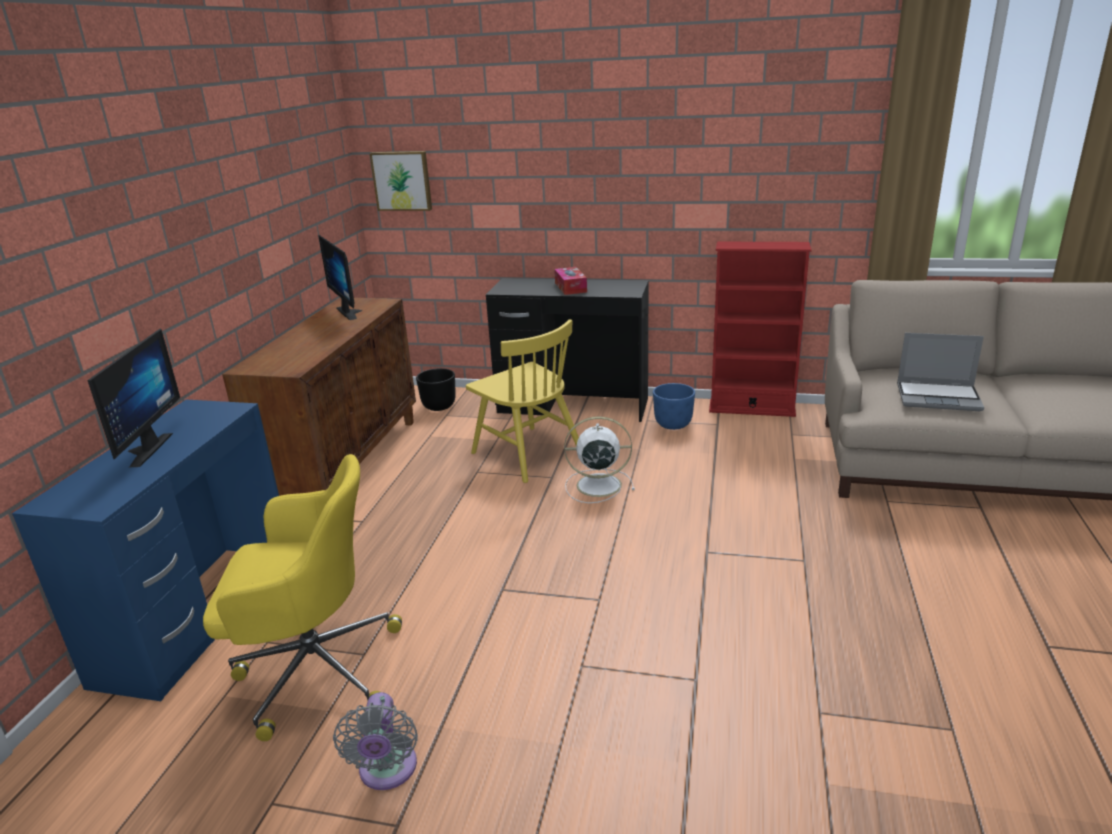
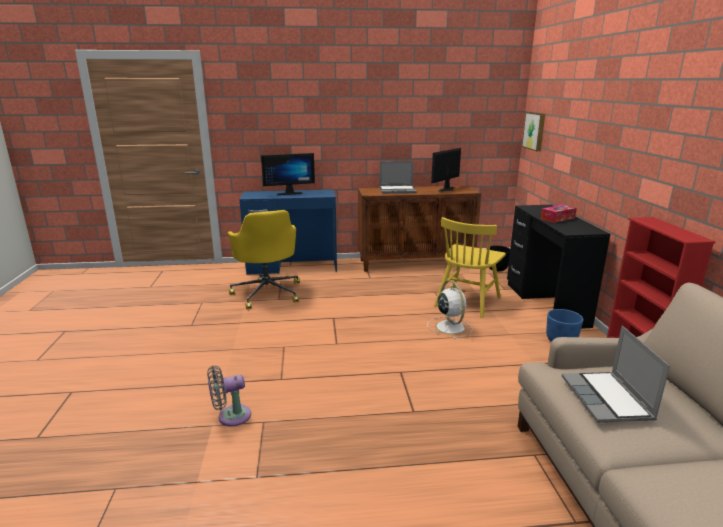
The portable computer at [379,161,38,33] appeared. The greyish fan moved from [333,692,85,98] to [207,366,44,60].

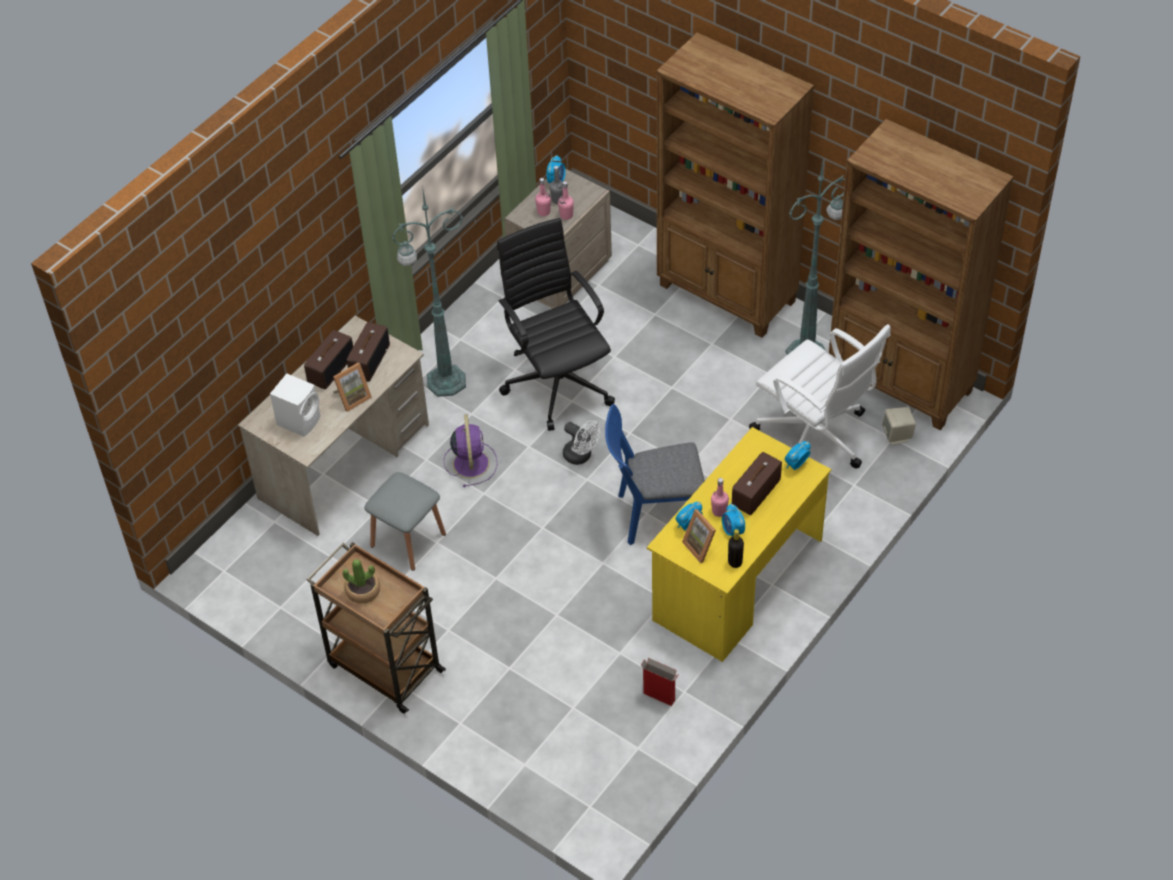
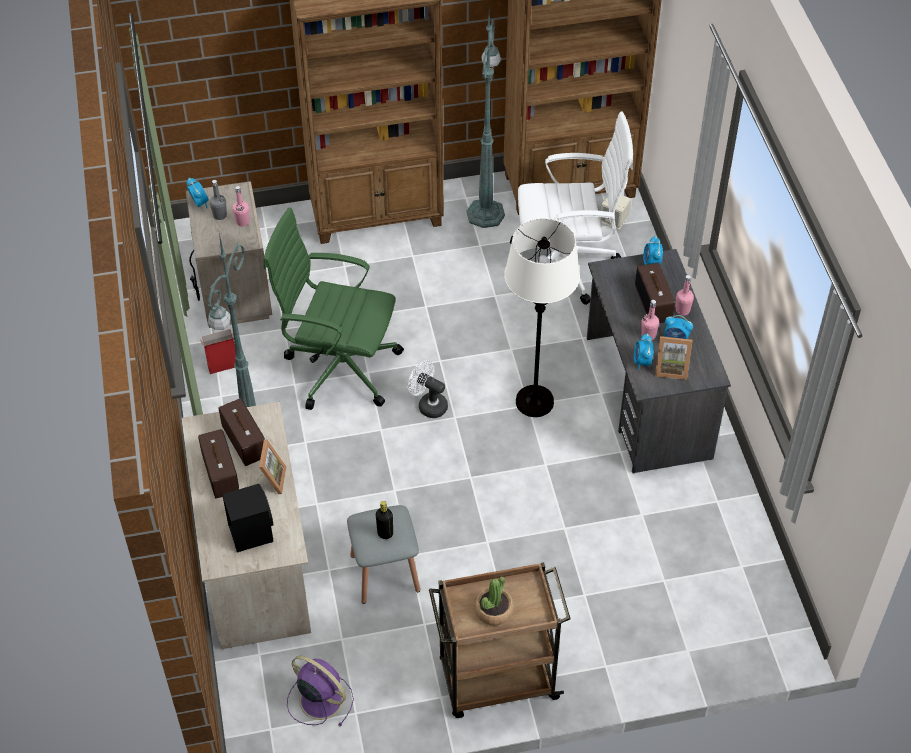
The purple fan moved from [443,414,54,73] to [287,656,67,71]. The pinkish bottle moved from [535,178,16,38] to [676,275,18,41]. The cardboard box moved from [641,658,38,48] to [200,329,35,45]. The blackish bottle moved from [728,529,16,39] to [376,501,17,38]. The blue-coloured plain chair at [605,404,100,141] was replaced by the whitish standing lamp at [504,218,76,199]. The whitish audio speaker at [270,373,51,64] became the blackish audio speaker at [222,484,51,68]. The blackish office chair at [497,218,118,213] became the green-coloured office chair at [263,208,141,202]. The yellow-coloured desk at [647,427,184,235] became the greyish desk at [587,249,144,224]. The whitish fan at [563,421,37,44] turned 135 degrees counterclockwise.

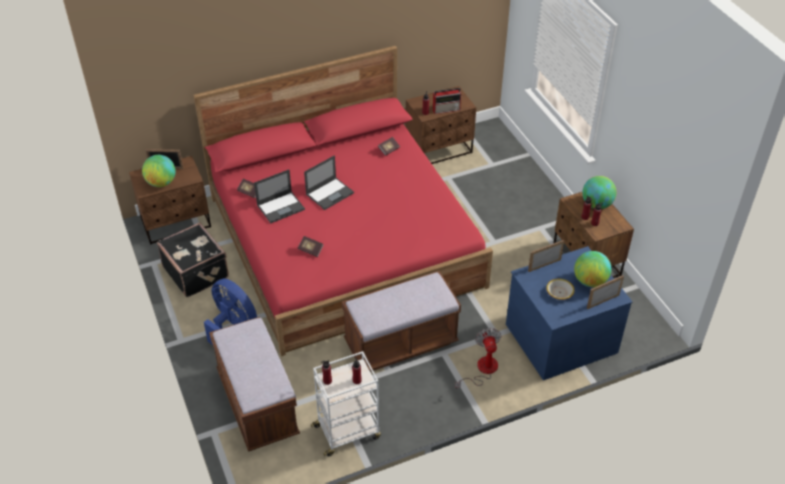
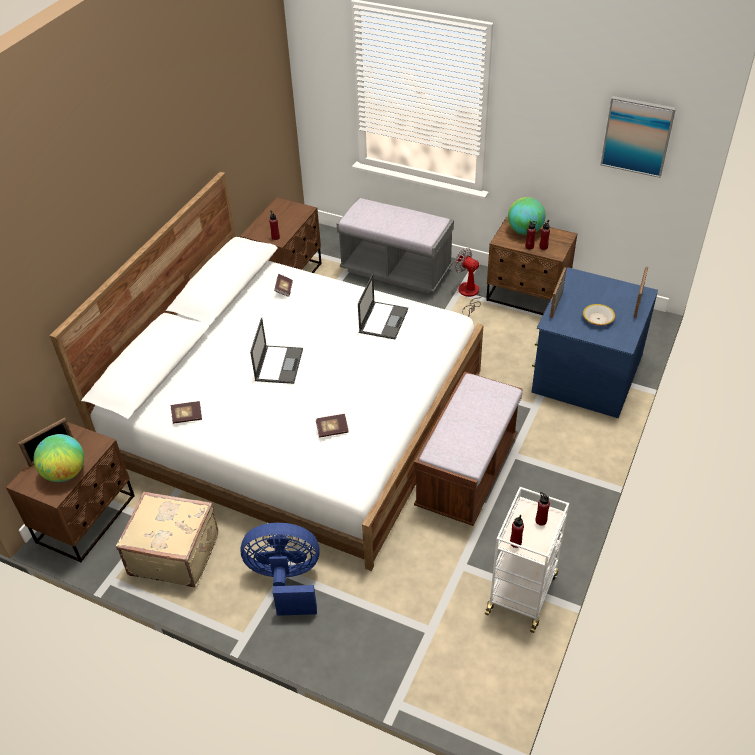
The brown long seat at [209,317,91,135] disappeared. The radio at [433,88,29,26] disappeared. The globe at [574,251,38,36] disappeared. The greyish long seat at [337,197,117,97] appeared. The picture at [601,96,75,82] appeared. The portable computer moved from [254,169,51,54] to [358,274,50,65]. The fan moved from [455,328,46,62] to [454,248,28,69]. The blackish travel case at [157,223,72,74] became the sand-coloured travel case at [116,491,102,96]. The red-coloured bed at [193,46,300,310] became the whitish bed at [50,172,434,399].

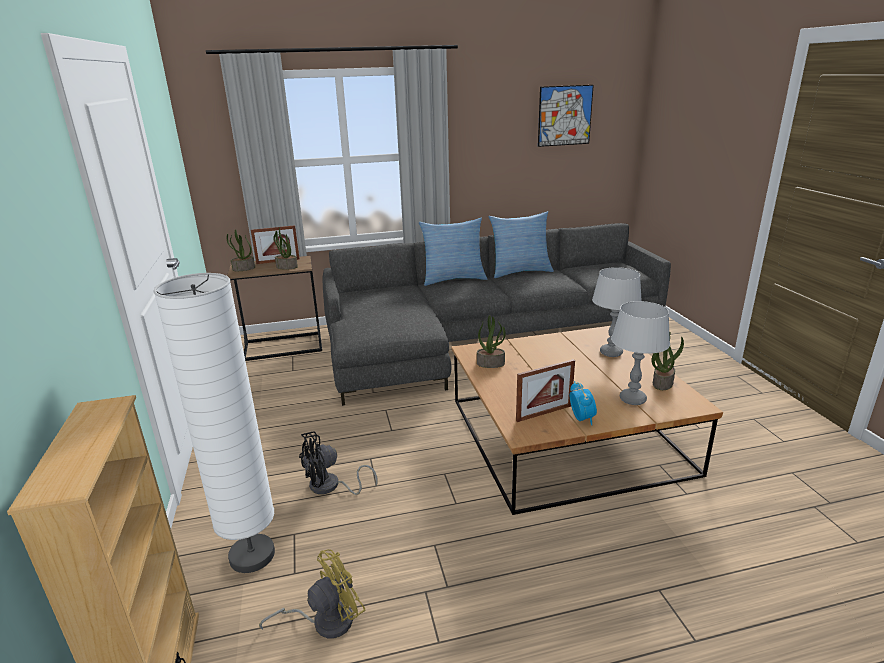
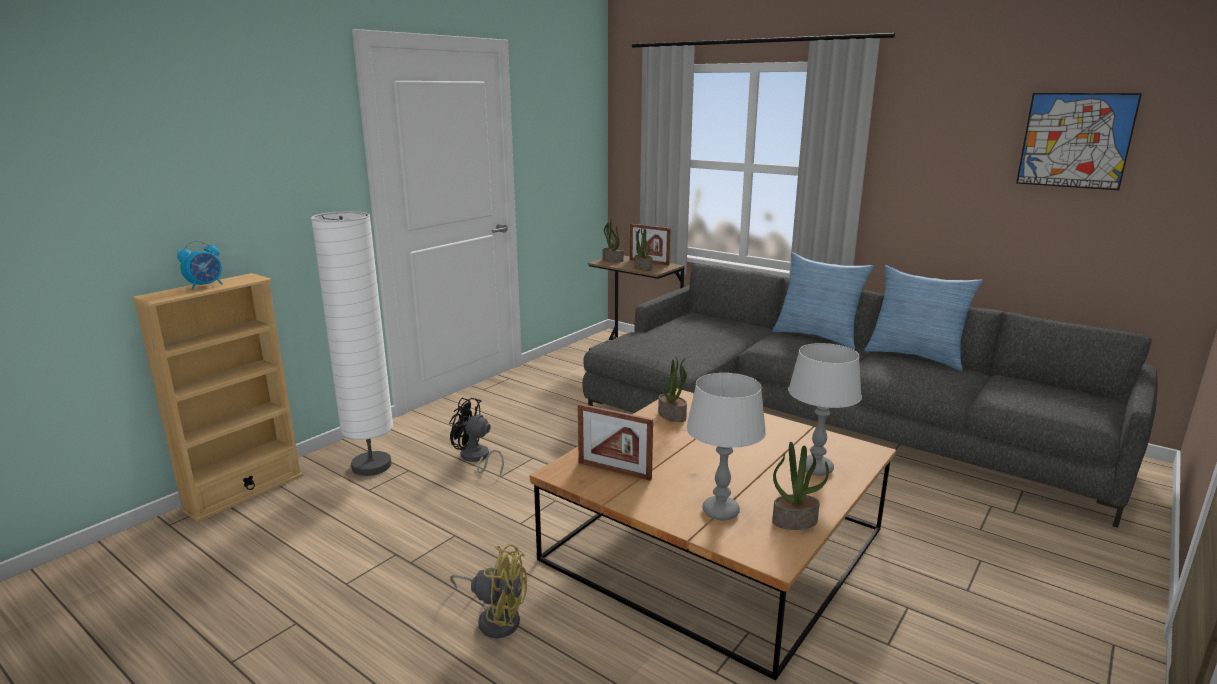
The yellow-coloured fan moved from [259,549,107,90] to [450,544,77,94]. The bedside clock moved from [570,381,27,44] to [177,240,45,50].

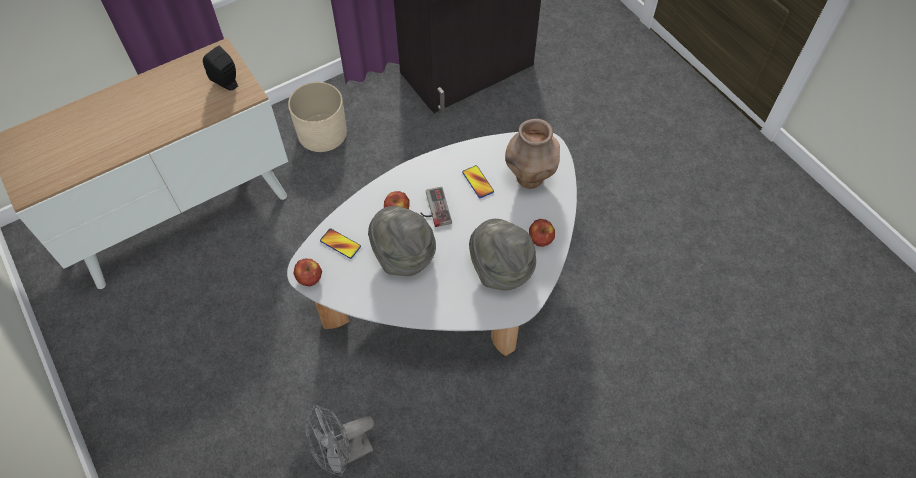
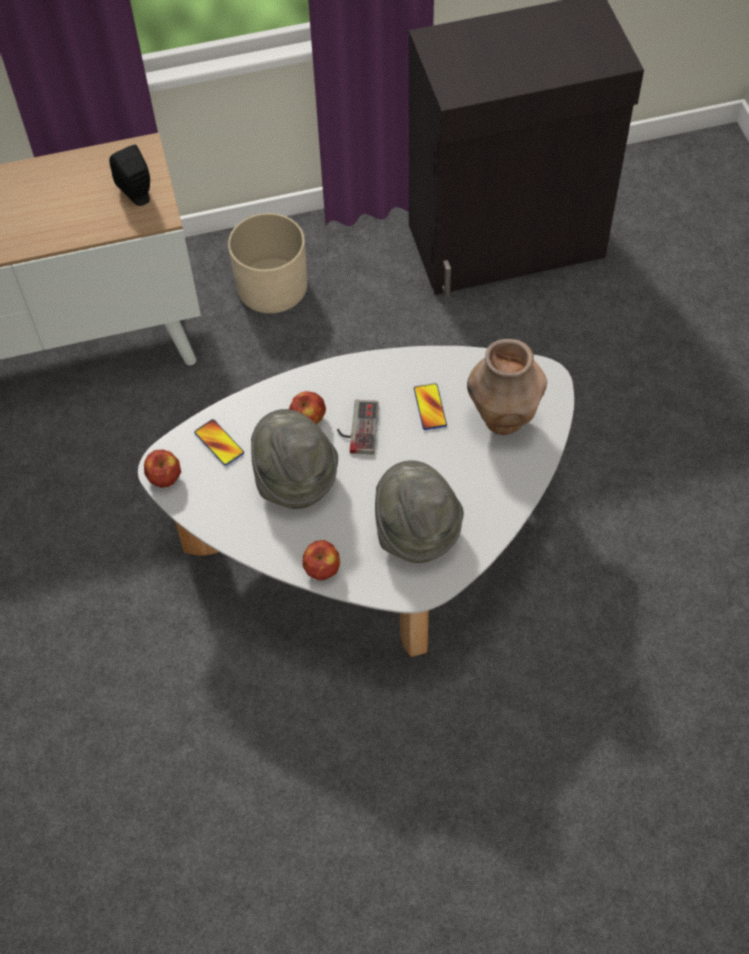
The greyish fan at [305,404,69,73] disappeared. The apple fruit moved from [529,219,26,28] to [302,540,38,40].

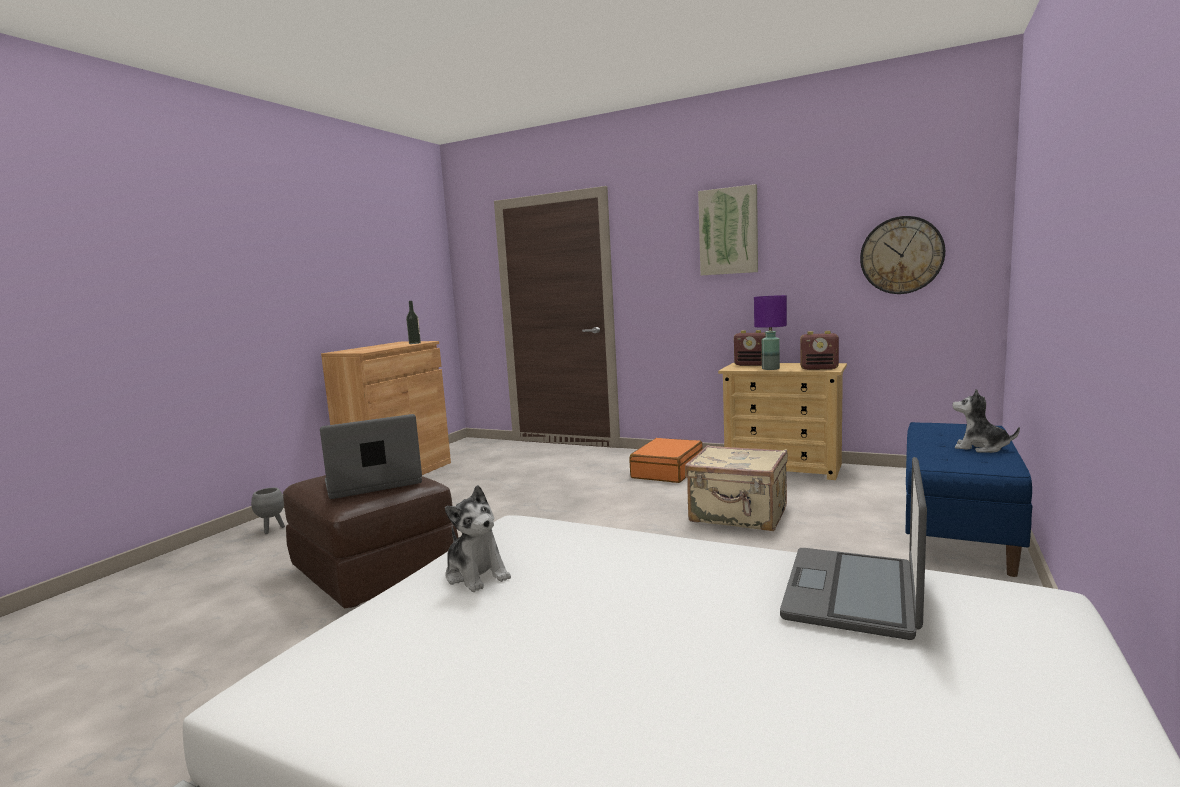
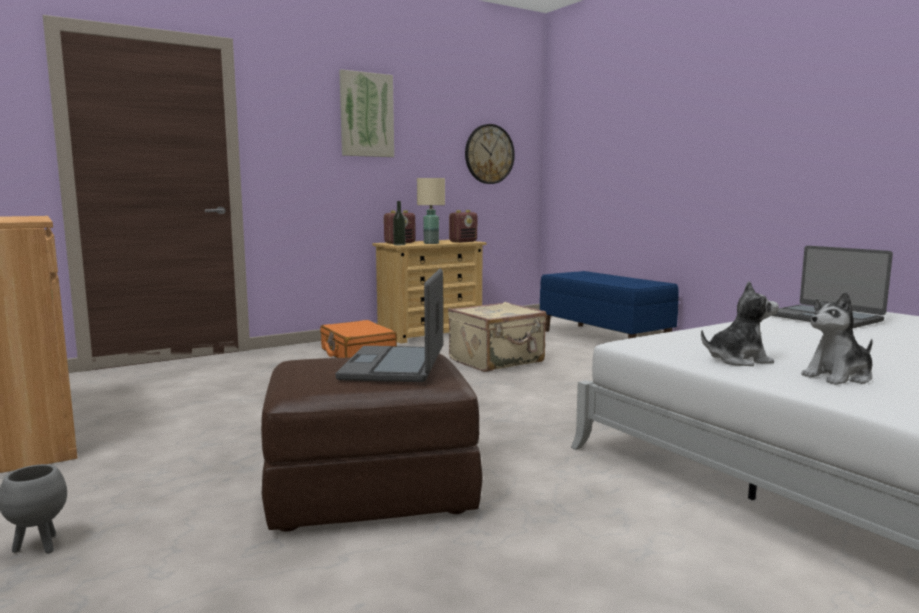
The bottle moved from [406,301,15,43] to [393,201,12,44]. The cuddly toy moved from [952,389,68,64] to [801,292,72,93]. The purple table lamp at [754,295,33,75] became the sand-coloured table lamp at [417,178,28,66].

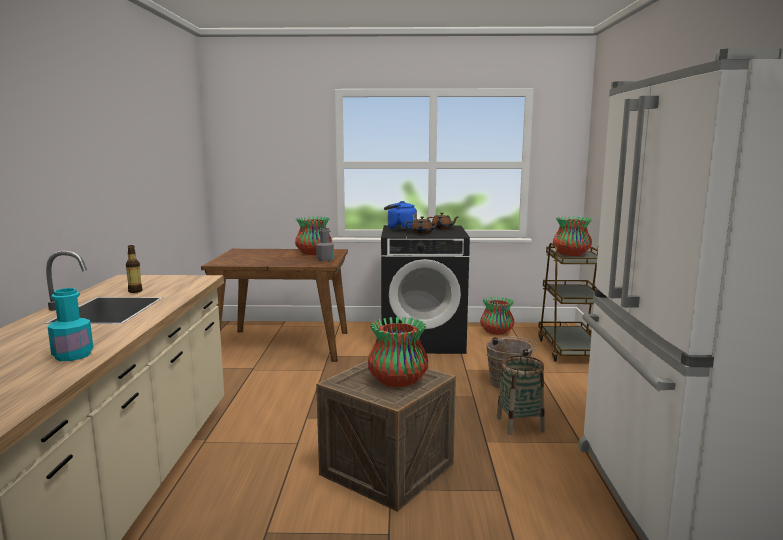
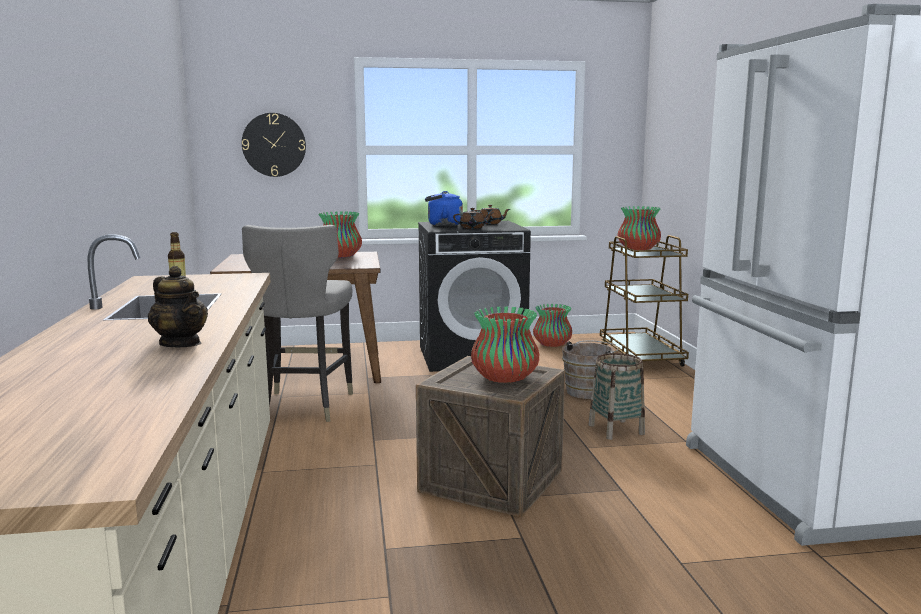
The greyish bottle at [316,228,18,33] disappeared. The hanging clock at [242,113,64,64] appeared. The greyish sitting stool at [242,225,111,197] appeared. The blue-green bottle at [48,288,45,73] was replaced by the pot for tea at [148,266,60,81].

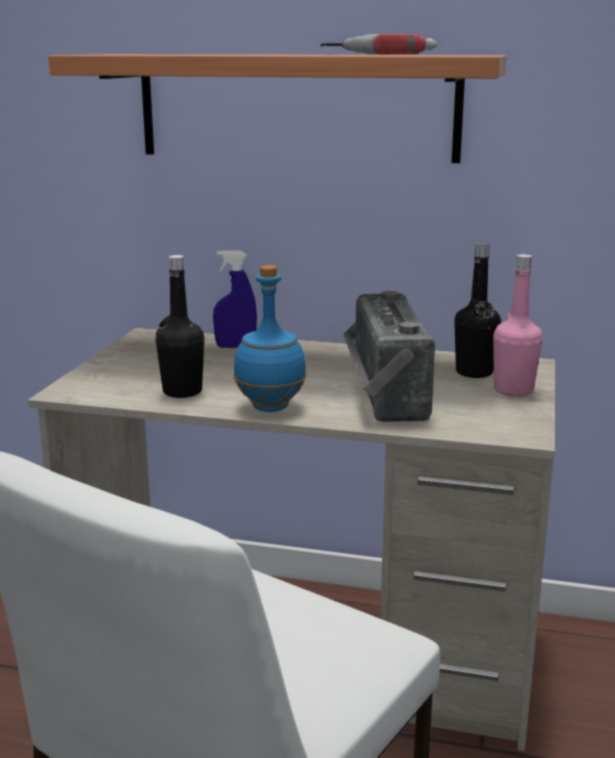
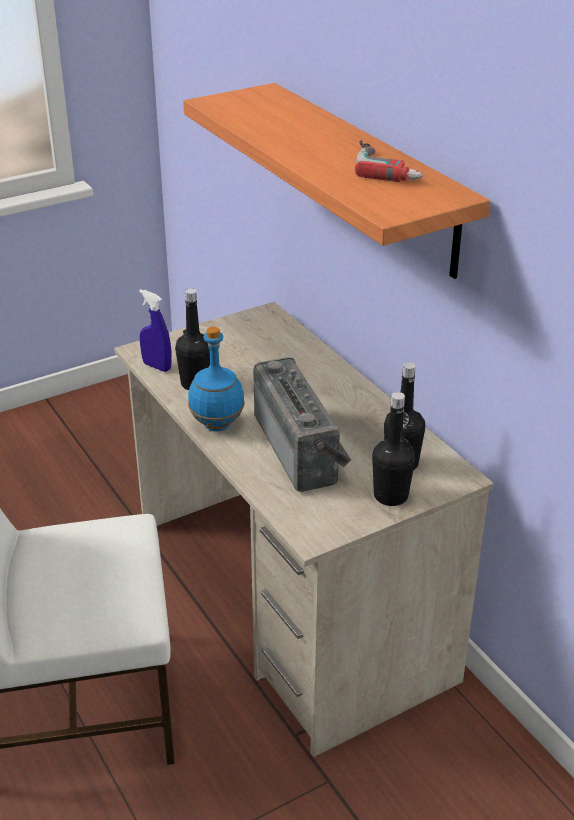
The blue-coloured sprayer moved from [213,250,44,98] to [139,289,33,83]. The pinkish bottle at [493,254,50,143] became the blackish bottle at [372,392,43,114]. The radio at [343,291,92,131] turned 120 degrees clockwise.

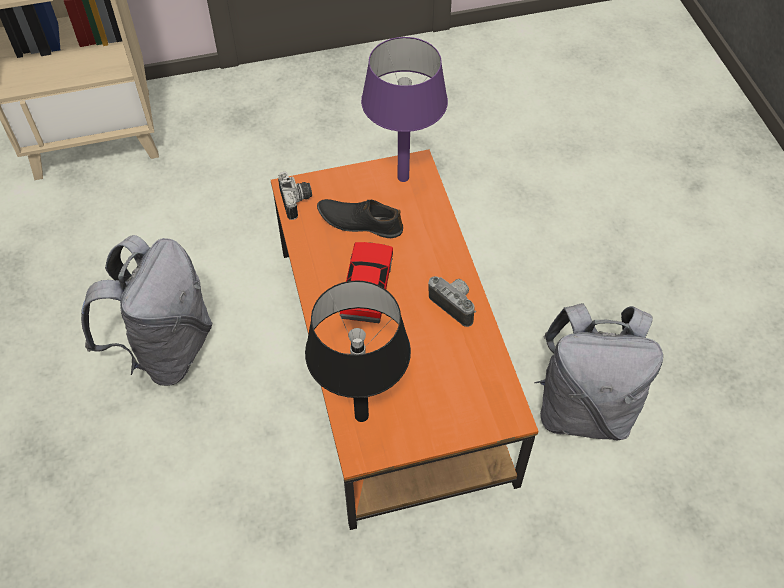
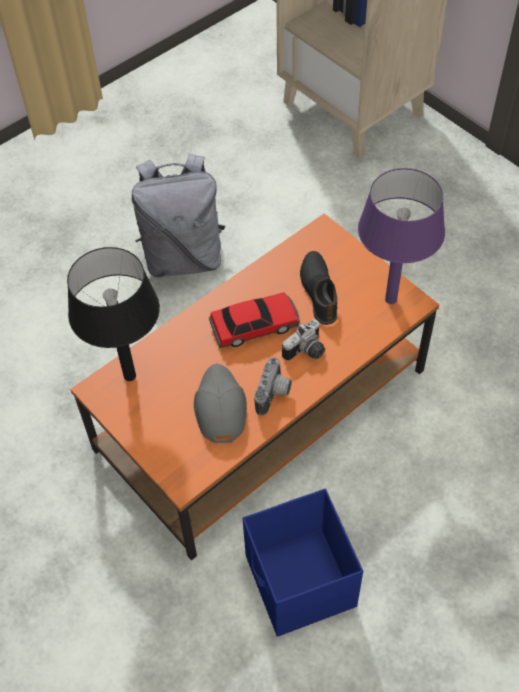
The greyish peaked cap at [194,363,53,80] appeared. The still camera moved from [278,172,34,48] to [282,319,43,42]. The greyish rucksack at [535,303,128,137] was replaced by the blue-coloured storage box at [242,489,121,148].

